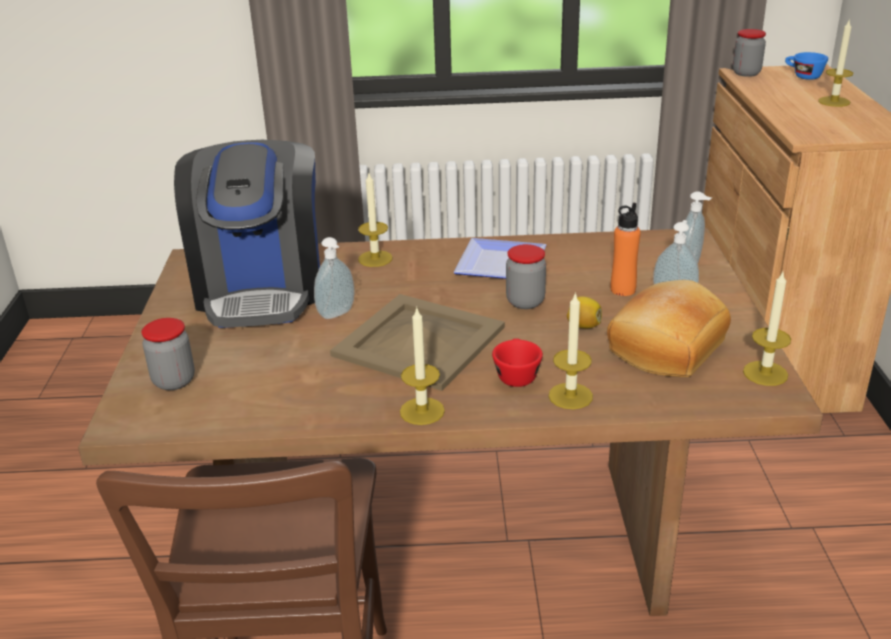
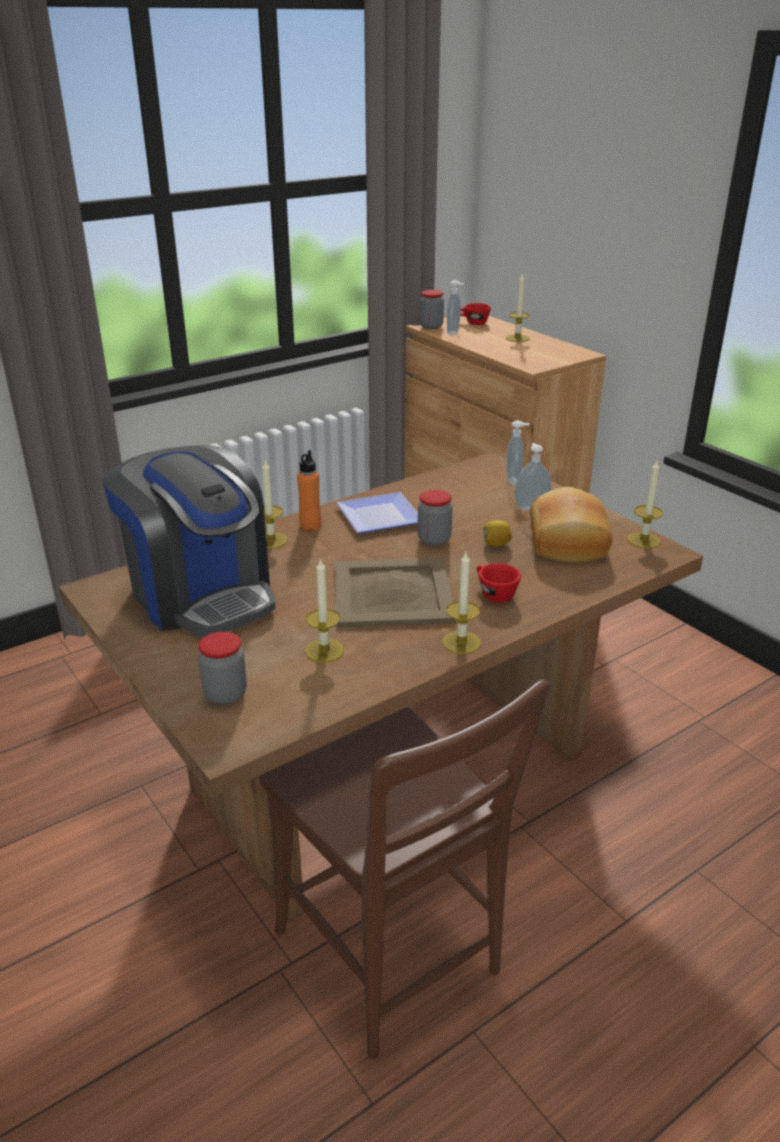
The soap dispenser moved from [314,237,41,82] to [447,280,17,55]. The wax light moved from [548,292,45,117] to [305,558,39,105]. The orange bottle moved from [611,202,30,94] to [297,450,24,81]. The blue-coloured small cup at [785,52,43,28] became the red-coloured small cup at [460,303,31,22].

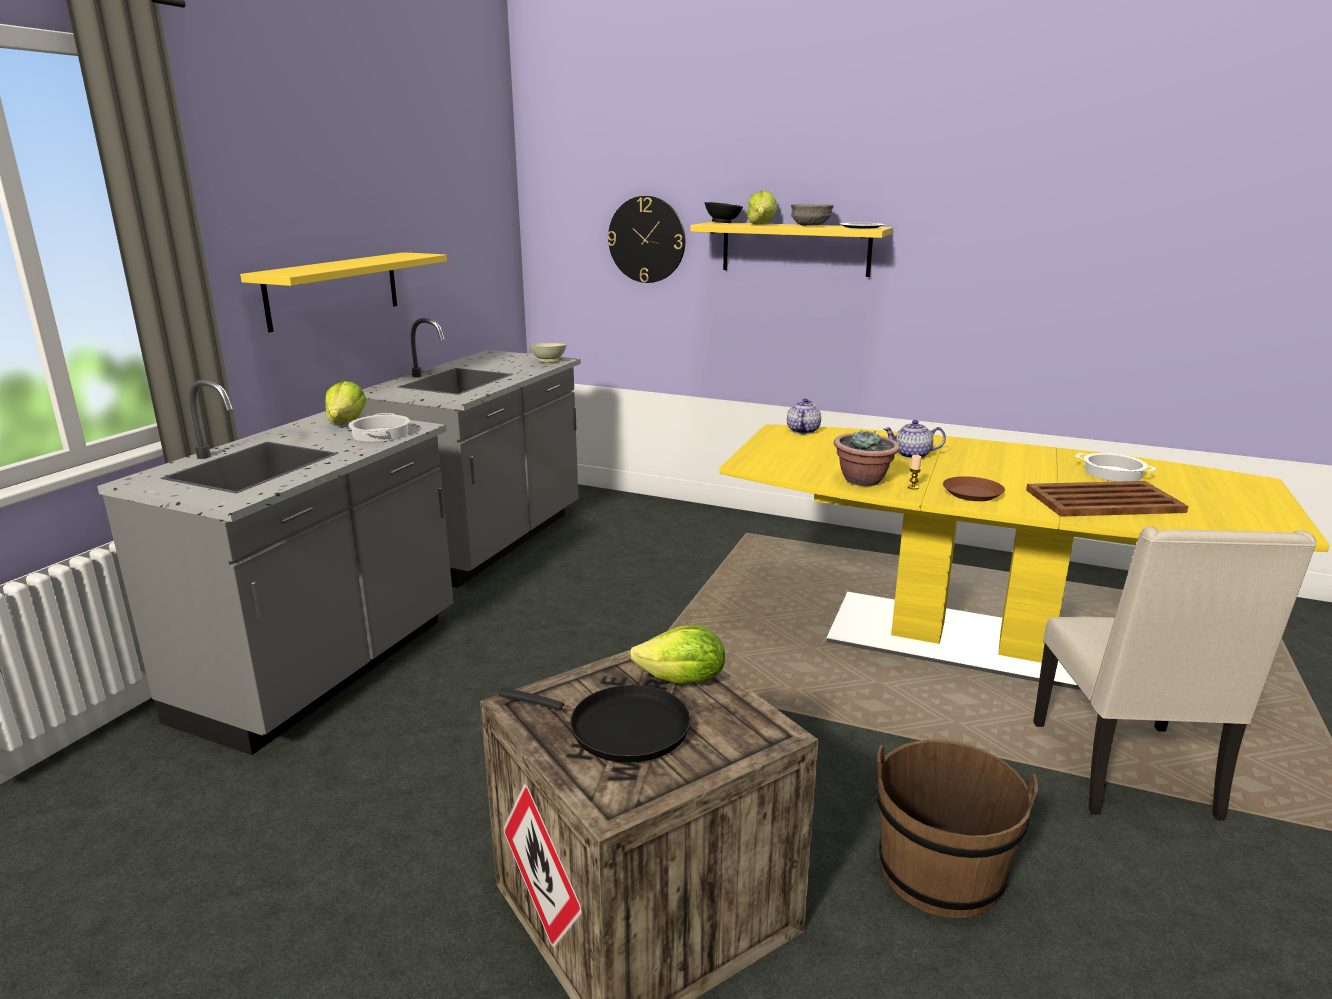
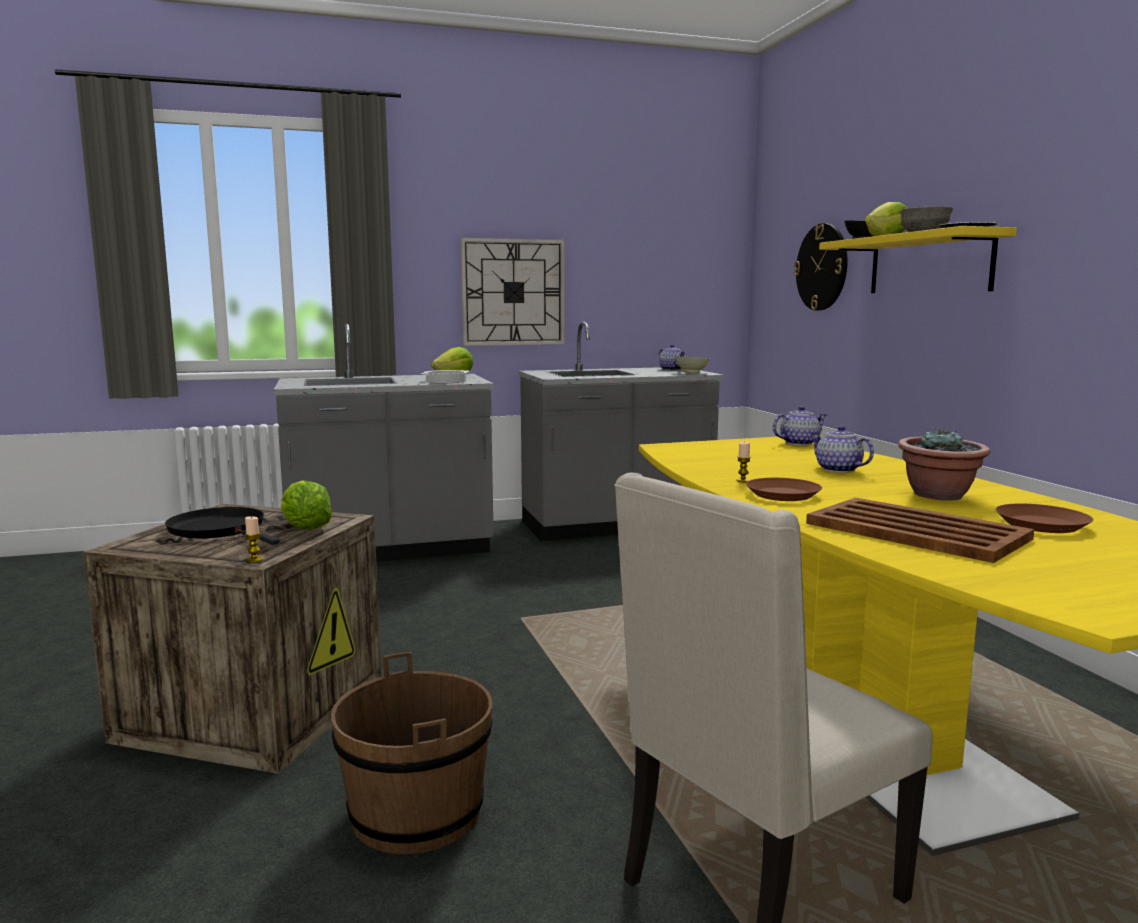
The wax light at [244,516,19,47] appeared. The pot for tea at [659,344,27,27] appeared. The houseplant moved from [834,429,66,57] to [898,428,92,73]. The yellow-coloured shelf at [240,252,207,81] was replaced by the hanging clock at [461,238,104,108]. The stockpot at [1076,453,80,29] was replaced by the brown dinner plate at [995,504,98,29]. The blackish pan at [499,685,192,78] turned 150 degrees clockwise.

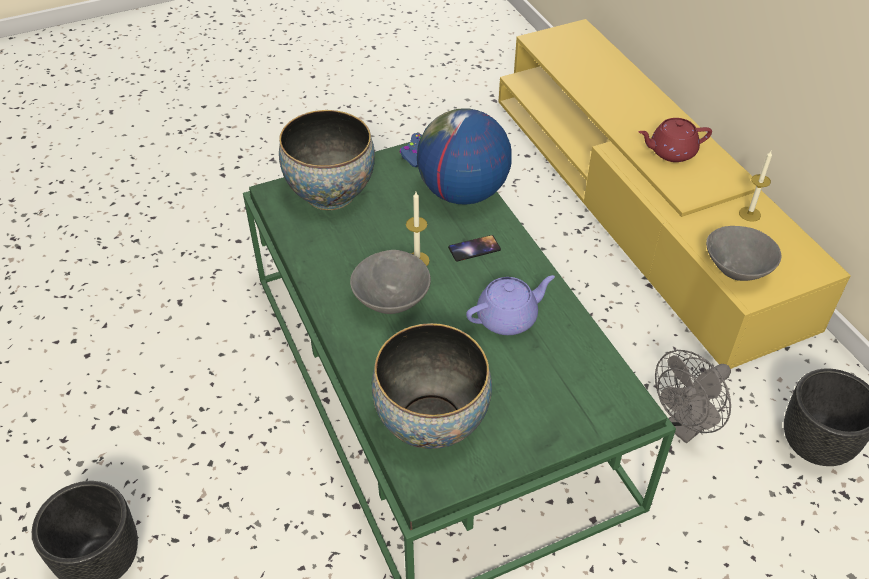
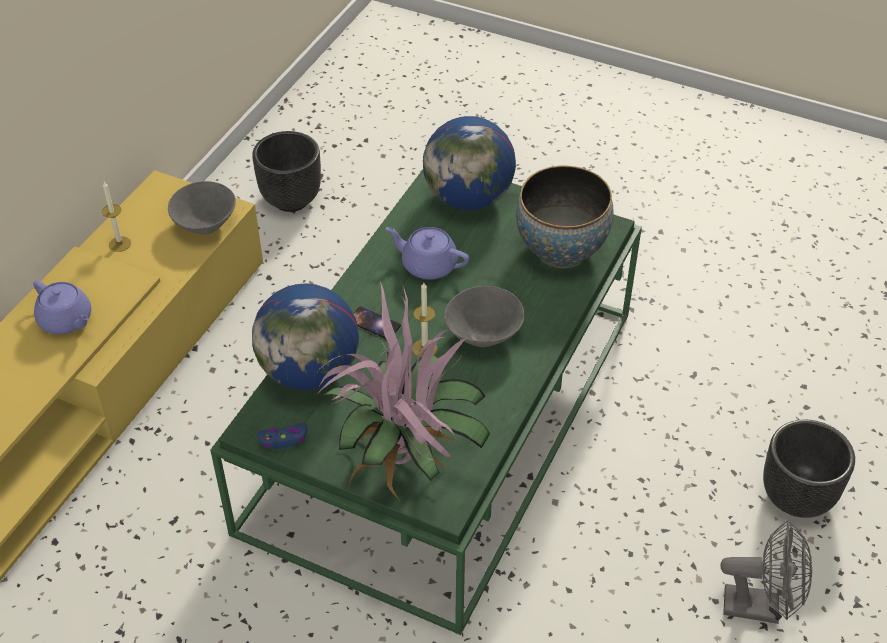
The globe at [423,116,93,94] appeared. The greyish fan moved from [655,350,76,94] to [720,520,92,104]. The bowl at [279,110,96,100] was replaced by the houseplant at [310,282,180,219]. The red-coloured pot for tea at [639,118,73,44] became the purple pot for tea at [33,280,58,54].

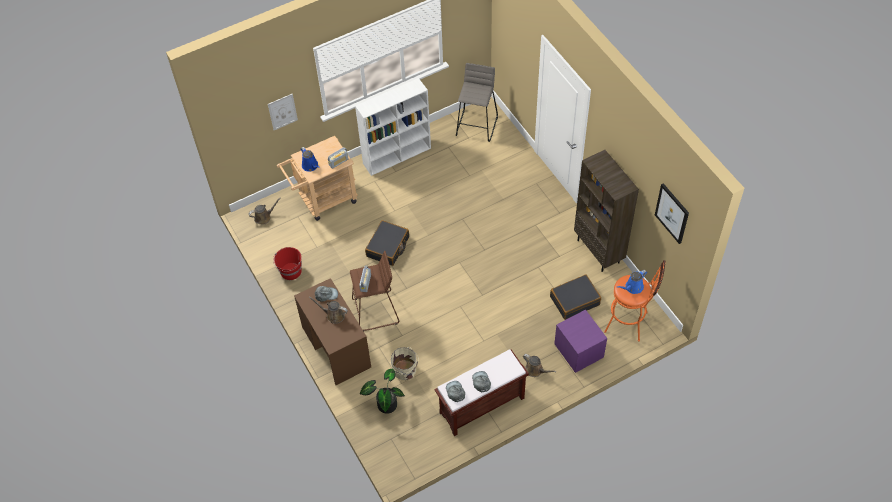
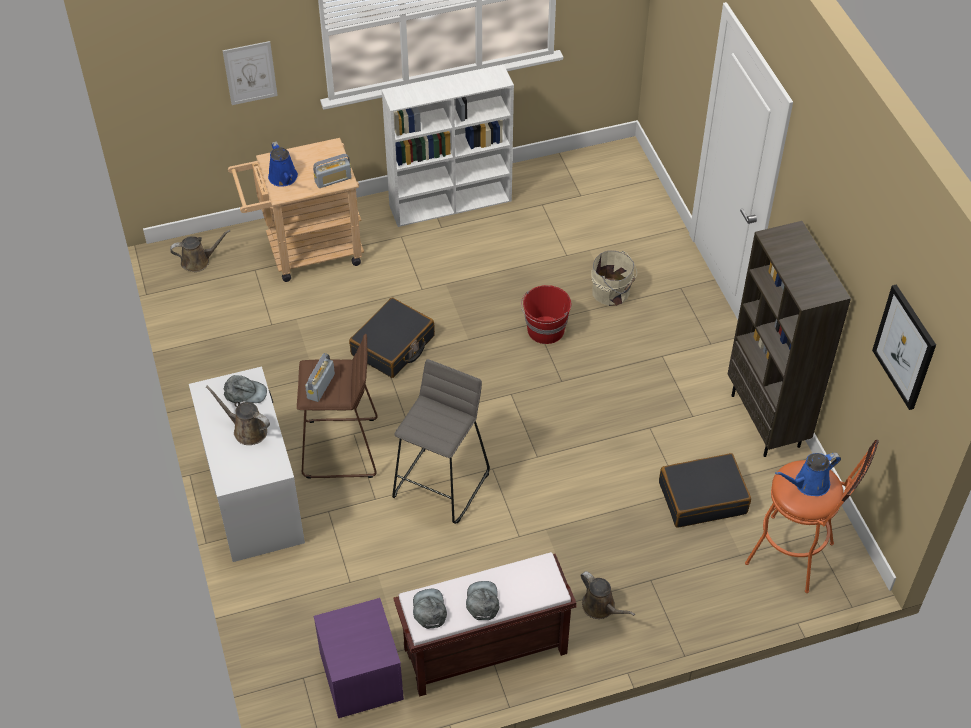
The houseplant at [360,369,45,45] disappeared. The red-coloured water bucket moved from [273,247,29,33] to [521,285,50,59]. The sand-coloured water bucket moved from [391,347,28,33] to [591,251,46,55]. The greyish sitting stool moved from [456,63,42,79] to [392,359,98,165]. The purple night table moved from [554,309,53,64] to [314,598,90,120]. The brown desk at [294,278,77,107] became the whitish desk at [189,366,116,196].

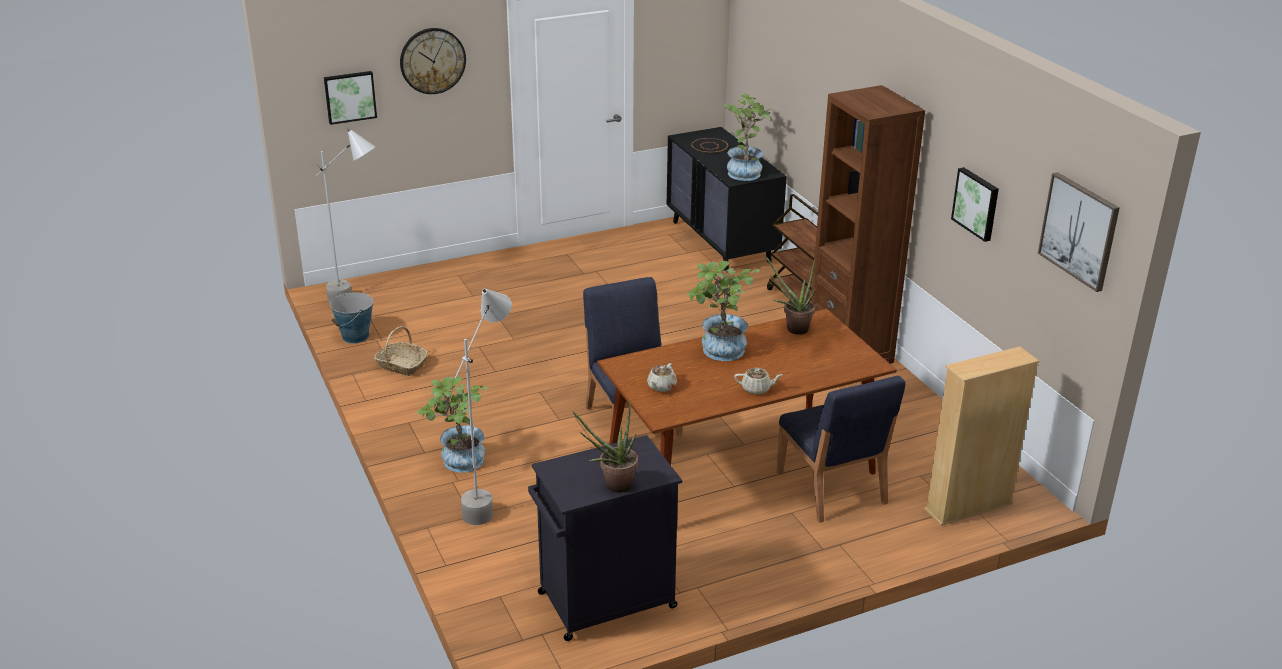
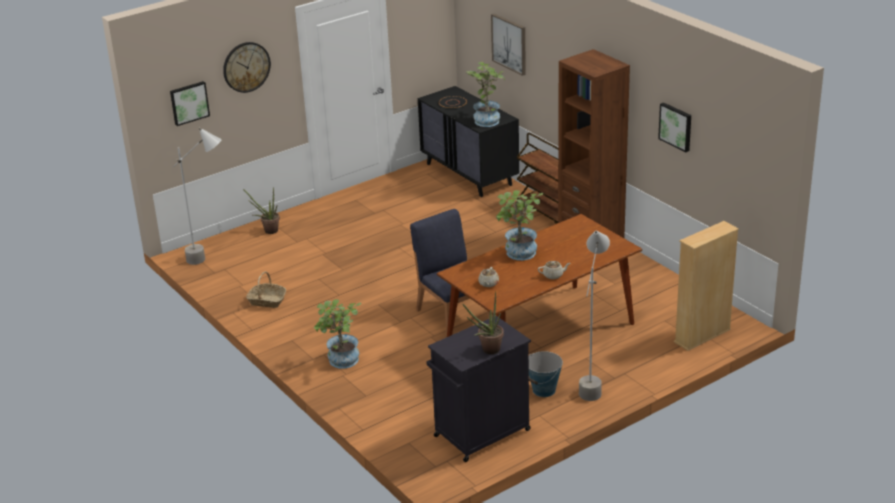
The blue-coloured plain chair at [777,376,129,147] disappeared. The water bucket moved from [330,292,43,52] to [529,351,34,46]. The greyish standing lamp moved from [455,288,57,237] to [579,231,31,170]. The houseplant moved from [765,256,51,79] to [243,187,37,47]. The picture moved from [1038,172,82,120] to [491,14,35,62].

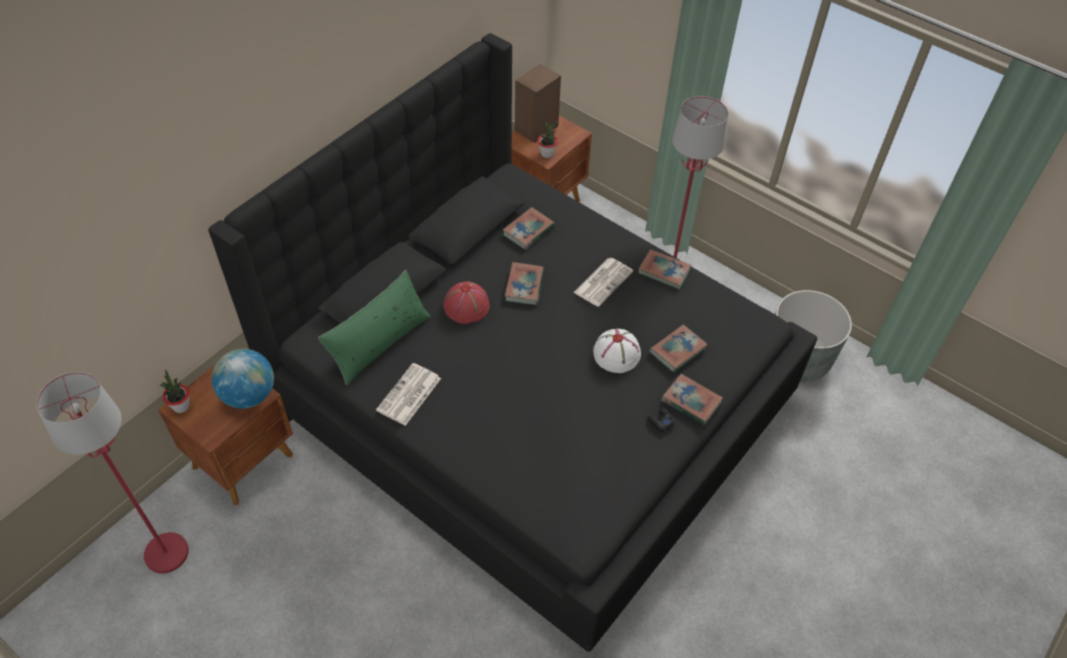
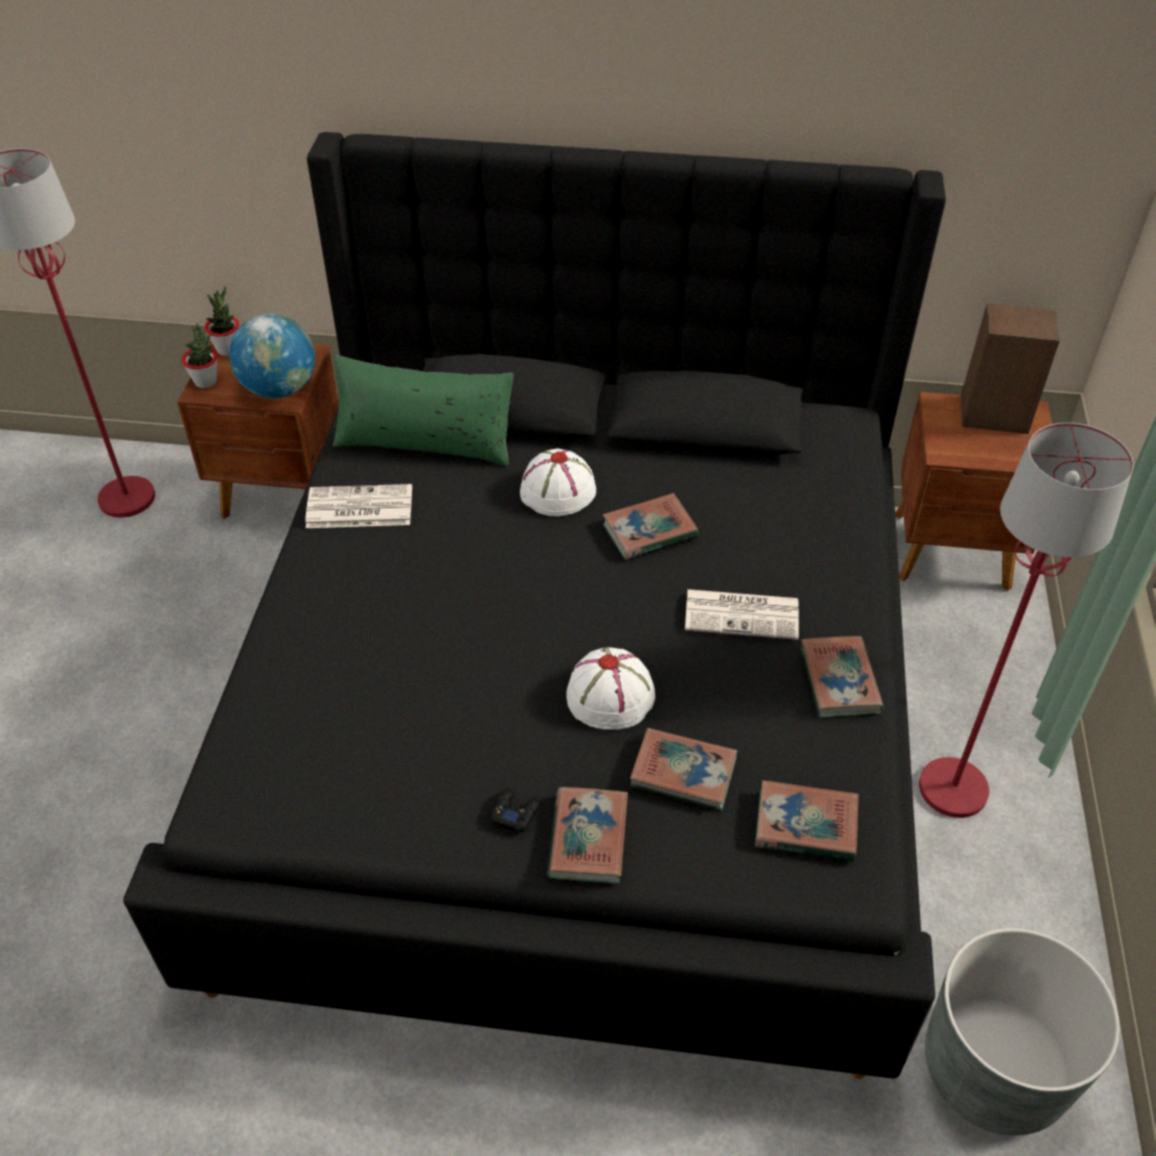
The bound book moved from [503,207,52,43] to [755,780,103,81]. The houseplant moved from [538,120,20,38] to [182,324,36,64]. The red-coloured wearable hat at [443,281,46,43] became the whitish wearable hat at [520,448,76,69].

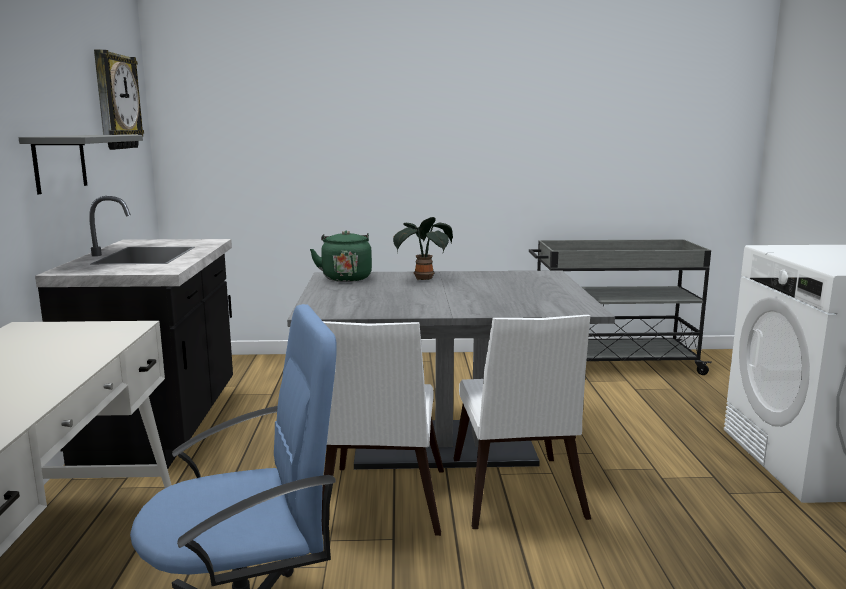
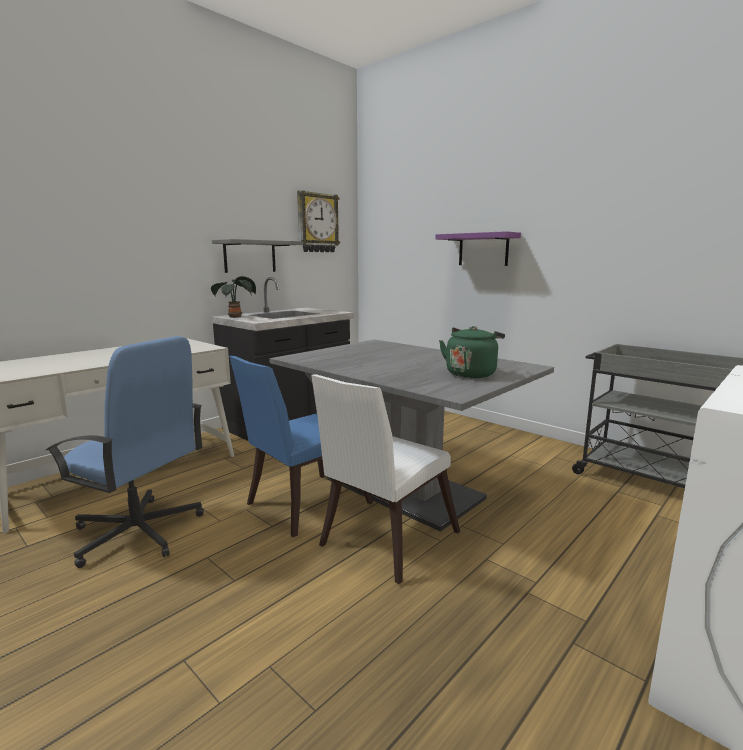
The purple shelf at [435,231,86,35] appeared. The green-coloured kettle moved from [310,230,62,52] to [439,326,66,52]. The houseplant moved from [393,217,60,63] to [211,276,45,42]. The whitish plain chair at [322,321,122,215] became the blue-coloured plain chair at [229,356,144,181].

